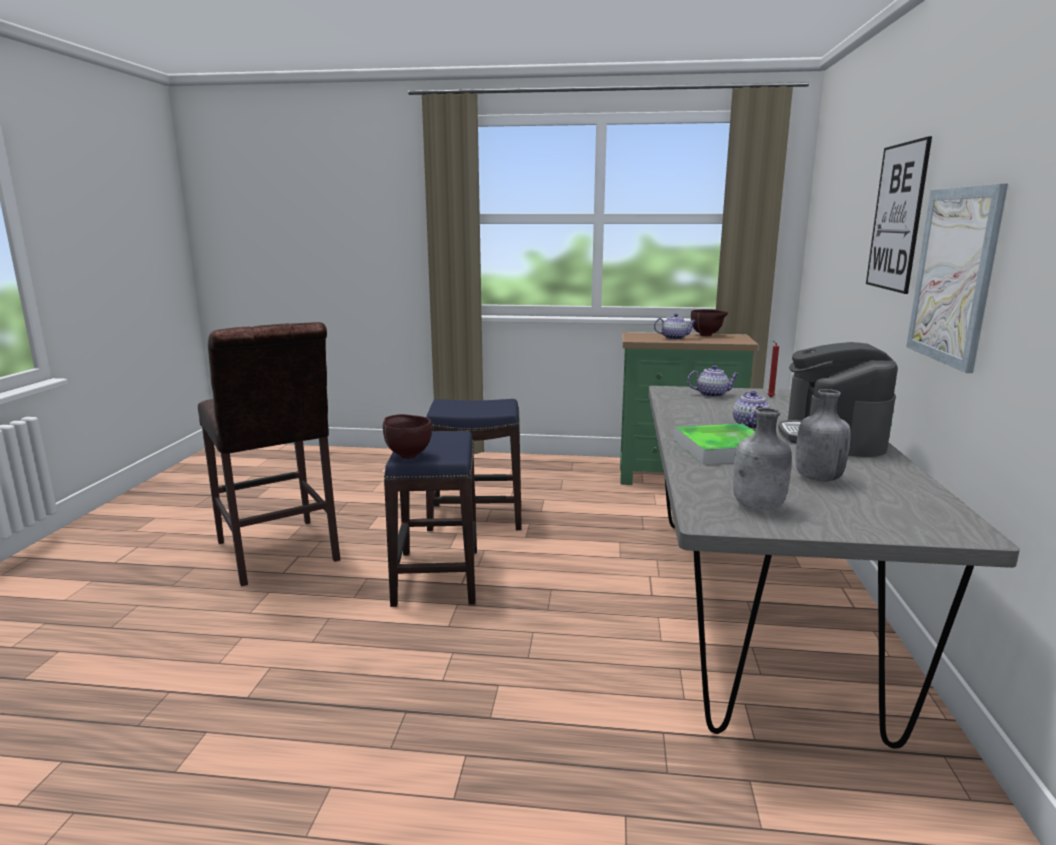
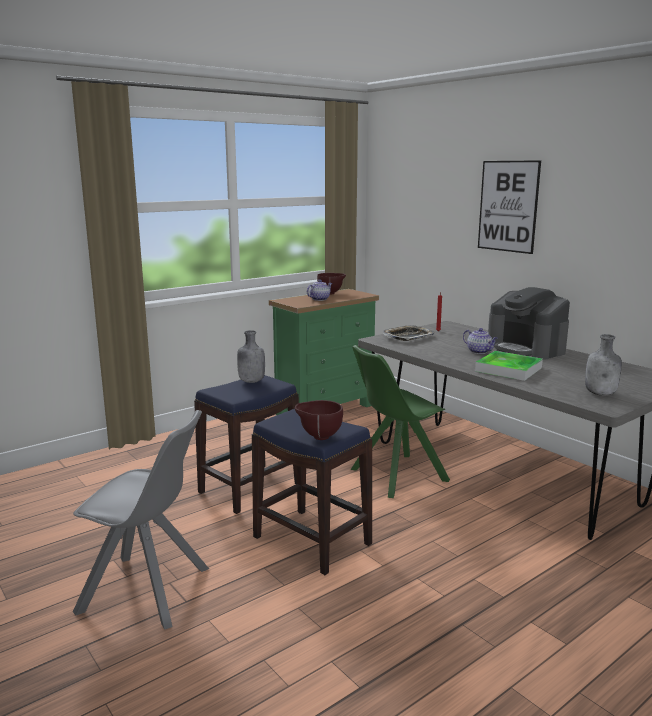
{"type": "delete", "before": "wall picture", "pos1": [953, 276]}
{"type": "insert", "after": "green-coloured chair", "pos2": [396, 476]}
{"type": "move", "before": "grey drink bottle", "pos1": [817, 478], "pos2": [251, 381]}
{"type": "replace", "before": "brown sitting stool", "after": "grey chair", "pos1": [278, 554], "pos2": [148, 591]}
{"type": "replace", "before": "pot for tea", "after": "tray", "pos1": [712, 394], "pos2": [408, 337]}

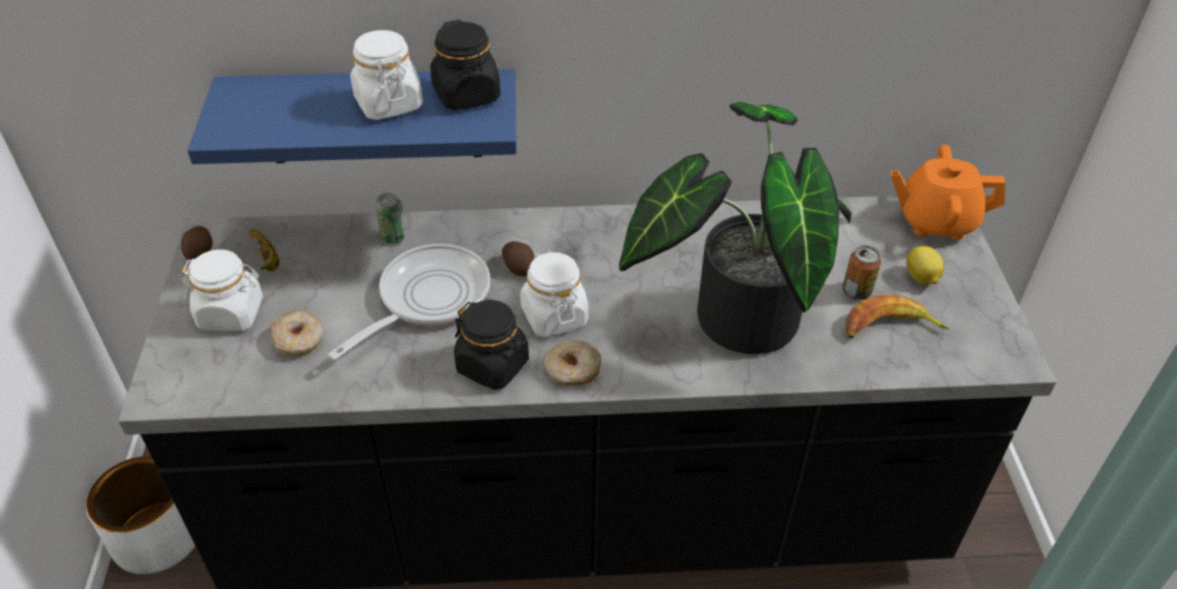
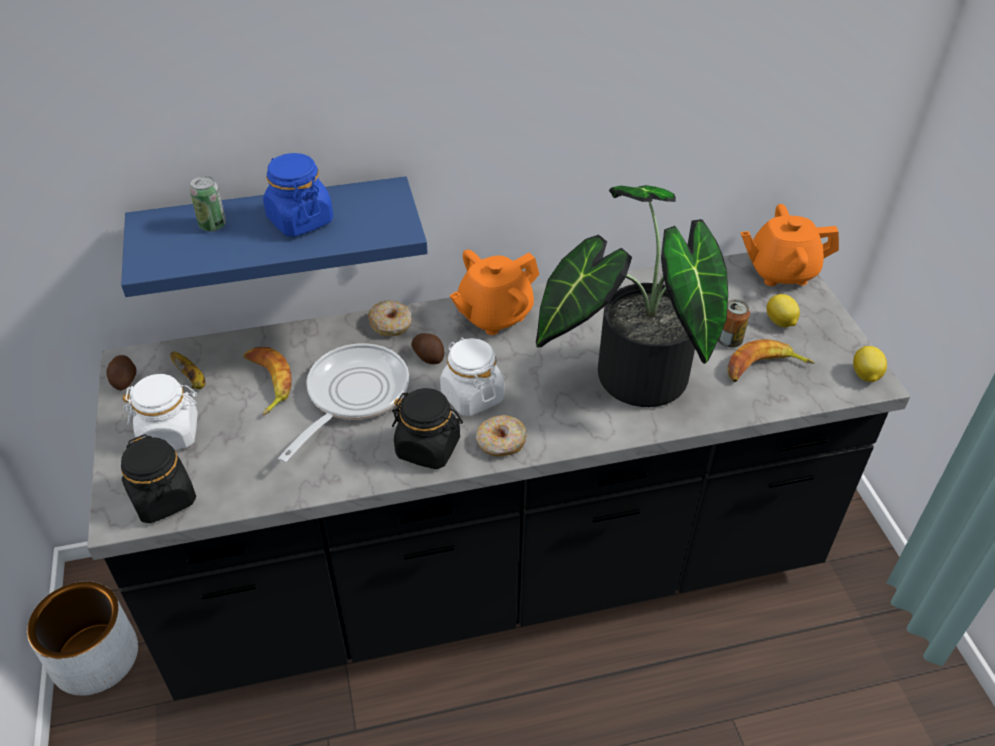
{"type": "insert", "after": "whole banana", "pos2": [267, 383]}
{"type": "insert", "after": "orange-coloured pot for tea", "pos2": [494, 315]}
{"type": "insert", "after": "citrus fruit", "pos2": [865, 376]}
{"type": "move", "before": "ring doughnut", "pos1": [299, 340], "pos2": [391, 324]}
{"type": "move", "before": "metal can", "pos1": [394, 237], "pos2": [213, 225]}
{"type": "move", "before": "blackish jar", "pos1": [467, 95], "pos2": [163, 498]}
{"type": "recolor", "before": "whitish jar", "after": "bluish jar", "pos1": [388, 103], "pos2": [300, 220]}

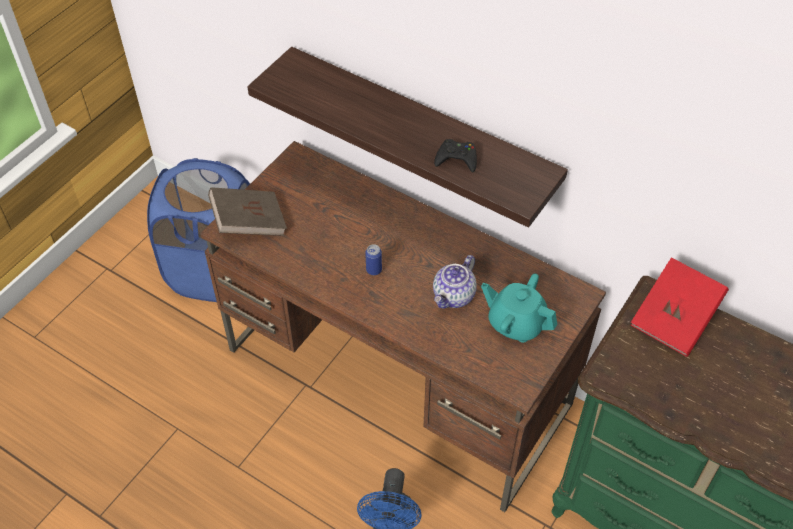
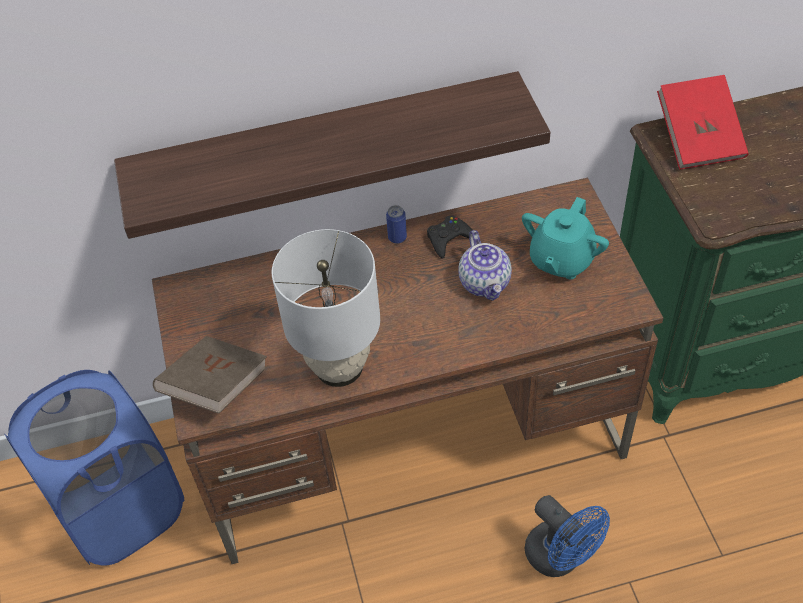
{"type": "insert", "after": "whitish table lamp", "pos2": [339, 367]}
{"type": "move", "before": "metal can", "pos1": [374, 270], "pos2": [397, 237]}
{"type": "move", "before": "blackish joypad", "pos1": [457, 159], "pos2": [449, 239]}
{"type": "rotate", "before": "blue-green pot for tea", "pos1": [516, 323], "pos2": [561, 260], "turn": -45}

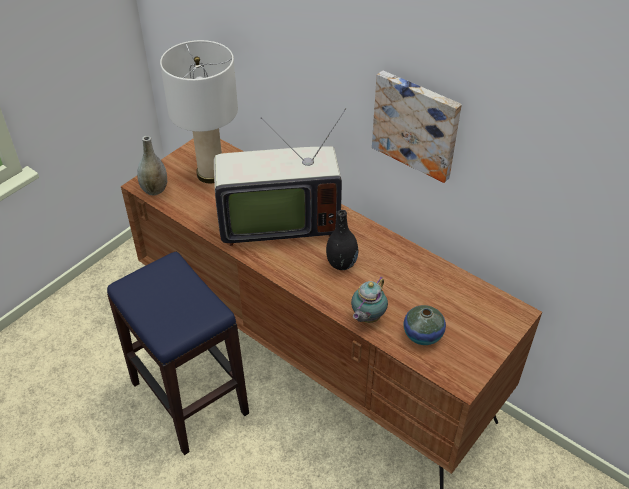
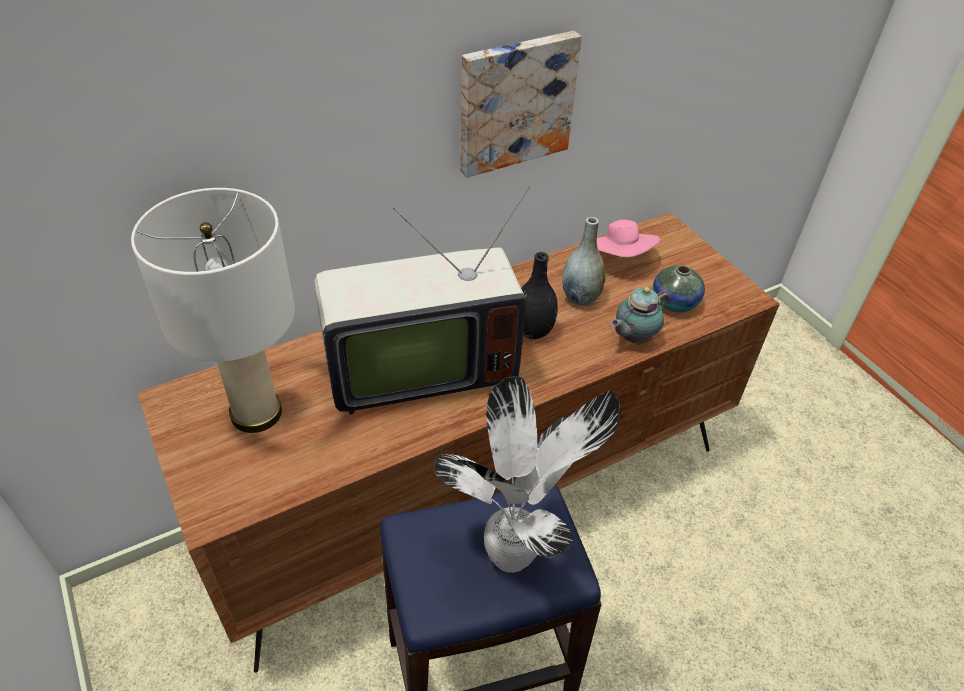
{"type": "insert", "after": "houseplant", "pos2": [515, 556]}
{"type": "insert", "after": "pink wearable hat", "pos2": [619, 258]}
{"type": "move", "before": "grey vase", "pos1": [155, 190], "pos2": [580, 298]}
{"type": "rotate", "before": "television", "pos1": [276, 222], "pos2": [417, 369], "turn": 60}
{"type": "rotate", "before": "pot for tea", "pos1": [367, 318], "pos2": [633, 338], "turn": 90}

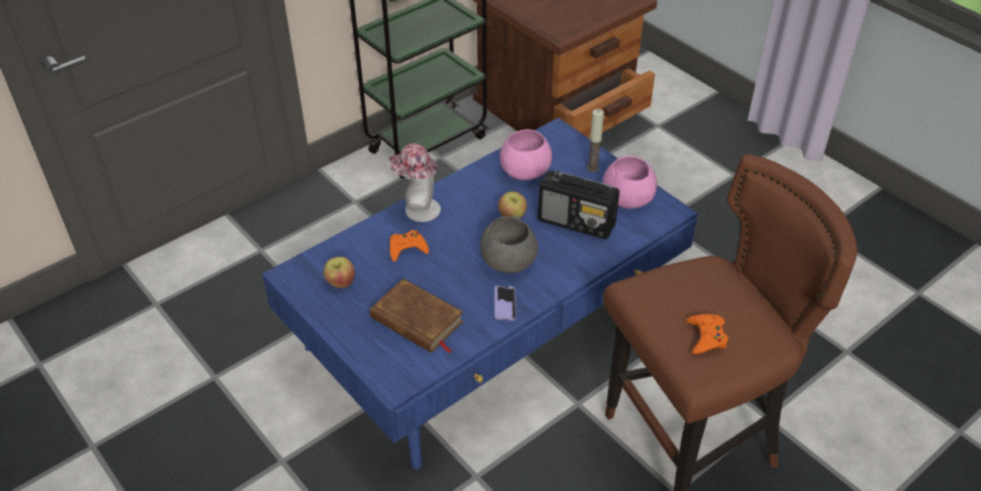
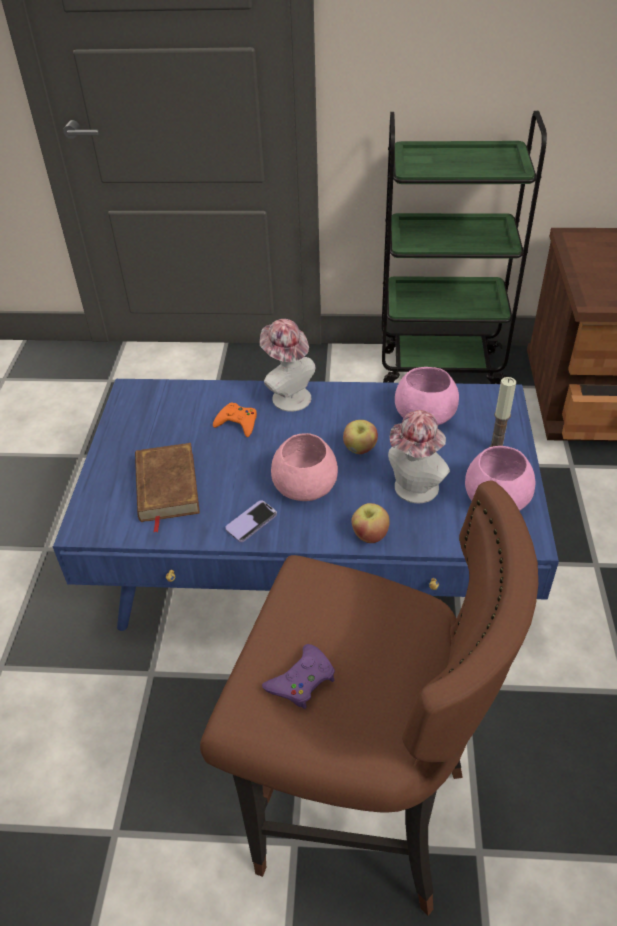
{"type": "move", "before": "whole apple", "pos1": [340, 282], "pos2": [369, 535]}
{"type": "replace", "before": "radio set", "after": "wearable hat", "pos1": [577, 222], "pos2": [413, 491]}
{"type": "recolor", "before": "grey serving bowl", "after": "pink serving bowl", "pos1": [507, 260], "pos2": [305, 485]}
{"type": "recolor", "before": "orange-coloured joypad", "after": "purplish joypad", "pos1": [706, 337], "pos2": [302, 680]}

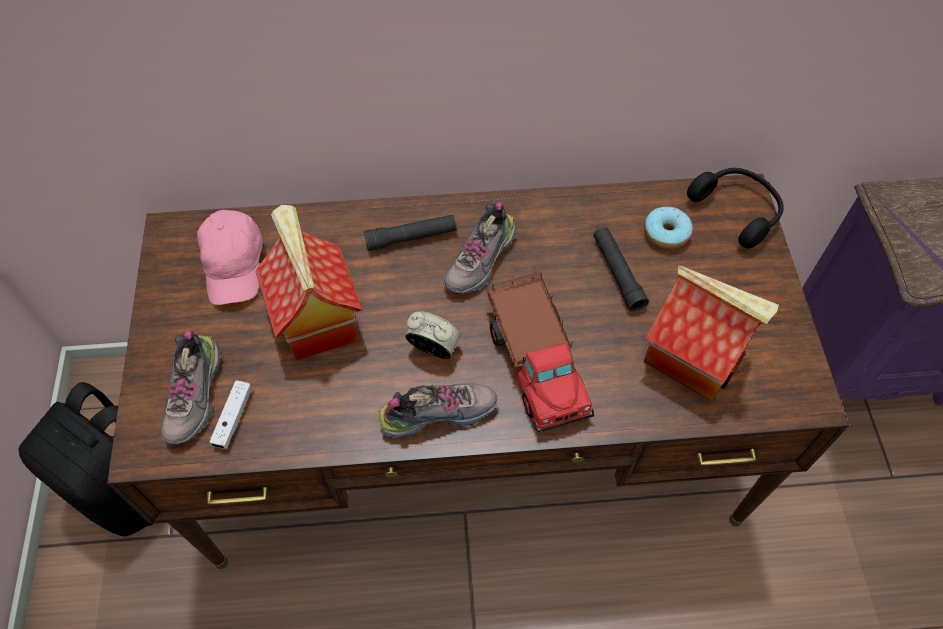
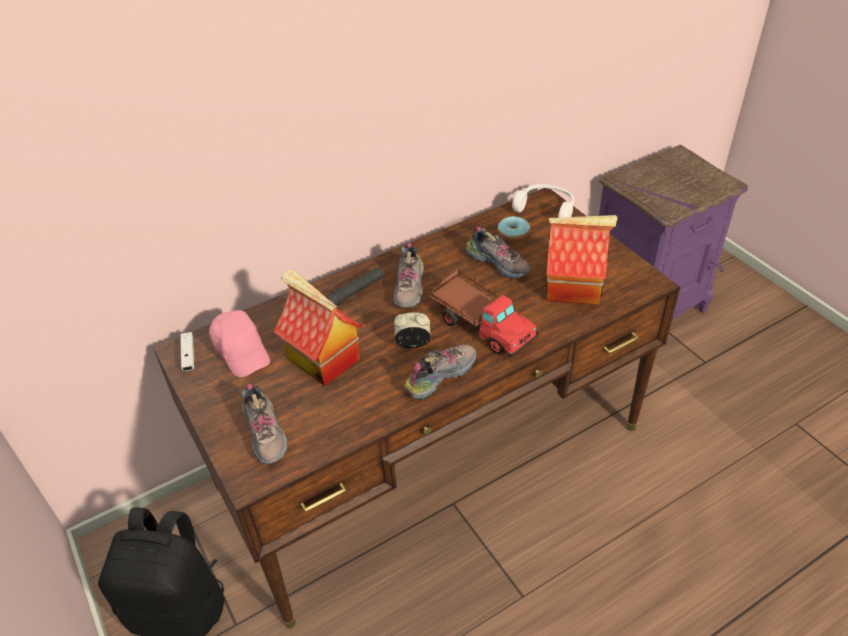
{"type": "move", "before": "whitish joypad", "pos1": [233, 418], "pos2": [188, 356]}
{"type": "replace", "before": "blackish flashlight", "after": "low shoe", "pos1": [617, 273], "pos2": [499, 263]}
{"type": "recolor", "before": "blackish headphones", "after": "whitish headphones", "pos1": [737, 210], "pos2": [546, 208]}

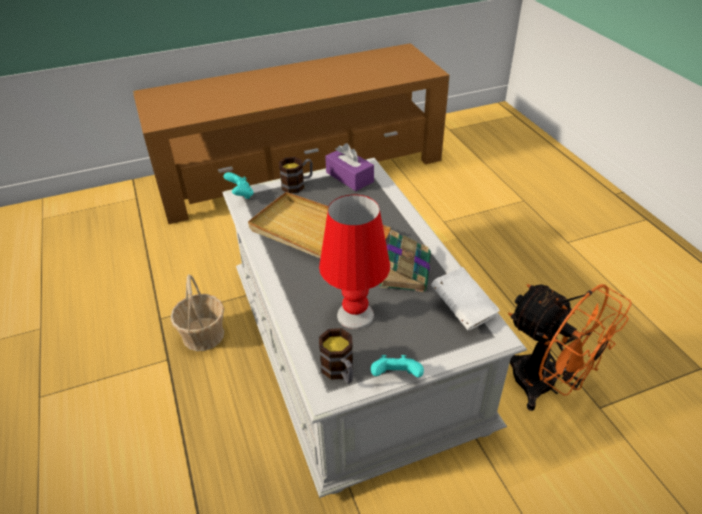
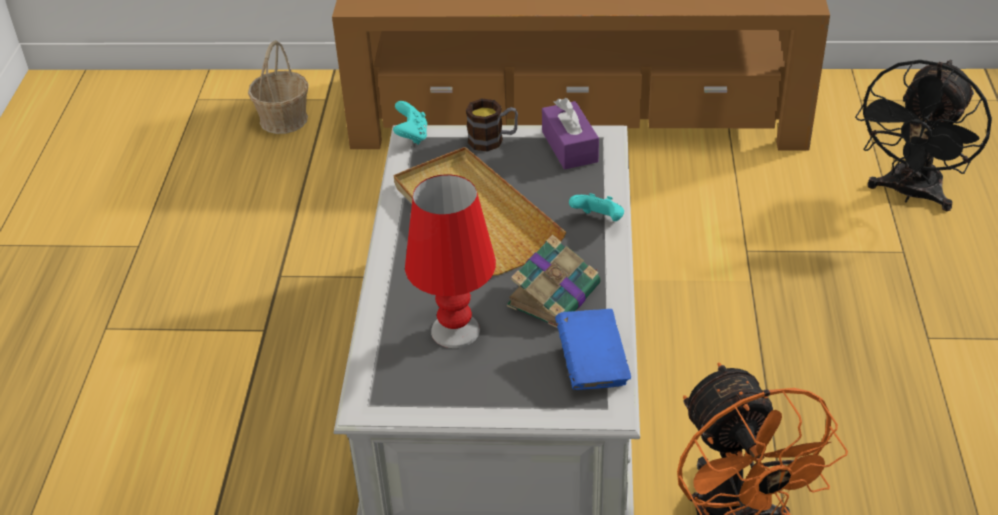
{"type": "delete", "before": "mug", "pos1": [340, 371]}
{"type": "insert", "after": "blackish fan", "pos2": [910, 194]}
{"type": "move", "before": "storage basket", "pos1": [203, 334], "pos2": [284, 119]}
{"type": "move", "before": "blue-green joypad", "pos1": [396, 377], "pos2": [599, 221]}
{"type": "recolor", "before": "whitish bound book", "after": "bluish bound book", "pos1": [463, 309], "pos2": [592, 364]}

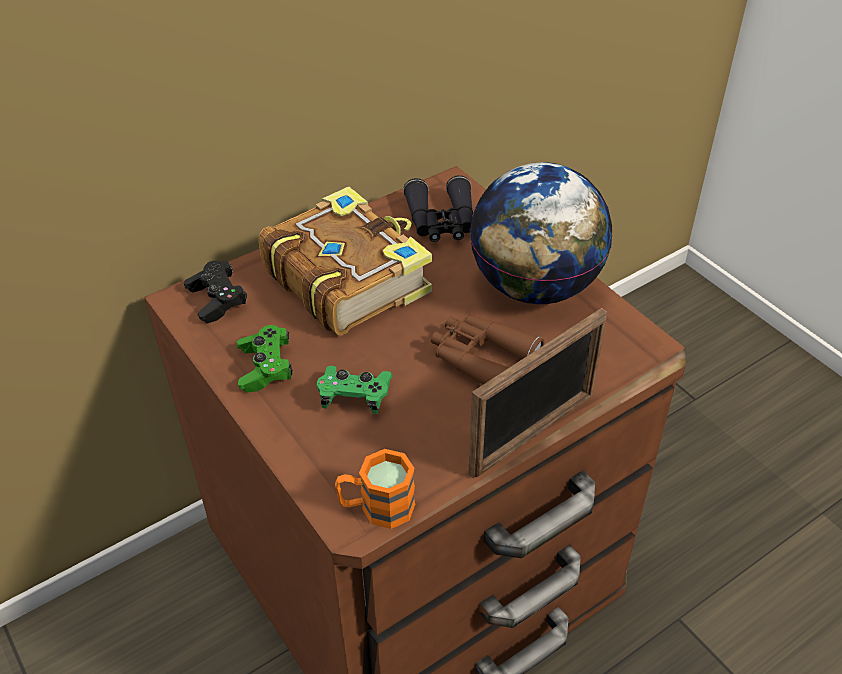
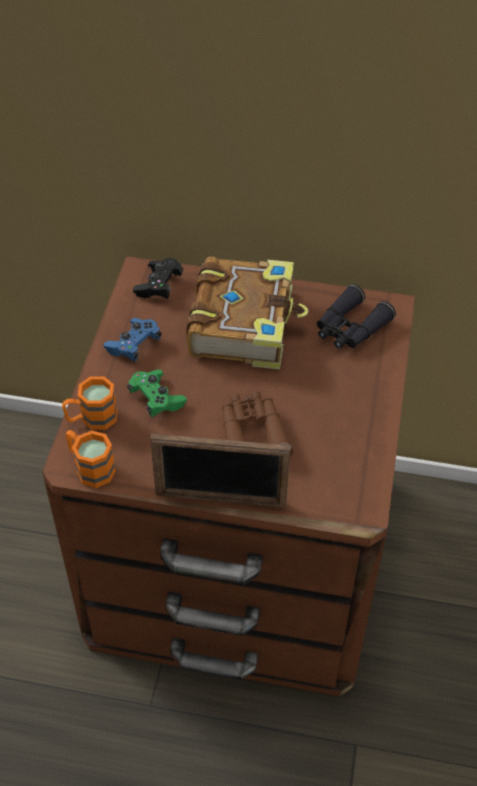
{"type": "delete", "before": "world globe", "pos1": [534, 286]}
{"type": "insert", "after": "orange-coloured mug", "pos2": [92, 418]}
{"type": "recolor", "before": "green-coloured joypad", "after": "bluish joypad", "pos1": [265, 368], "pos2": [134, 345]}

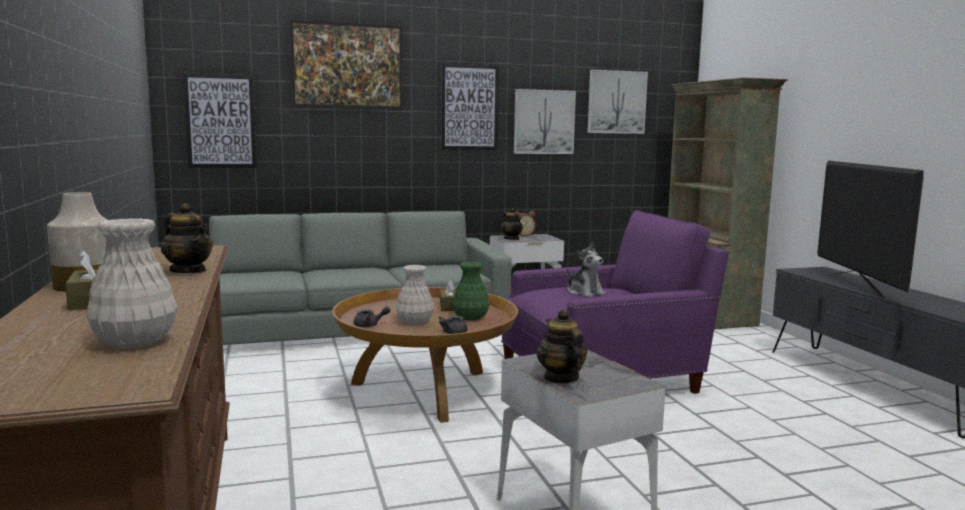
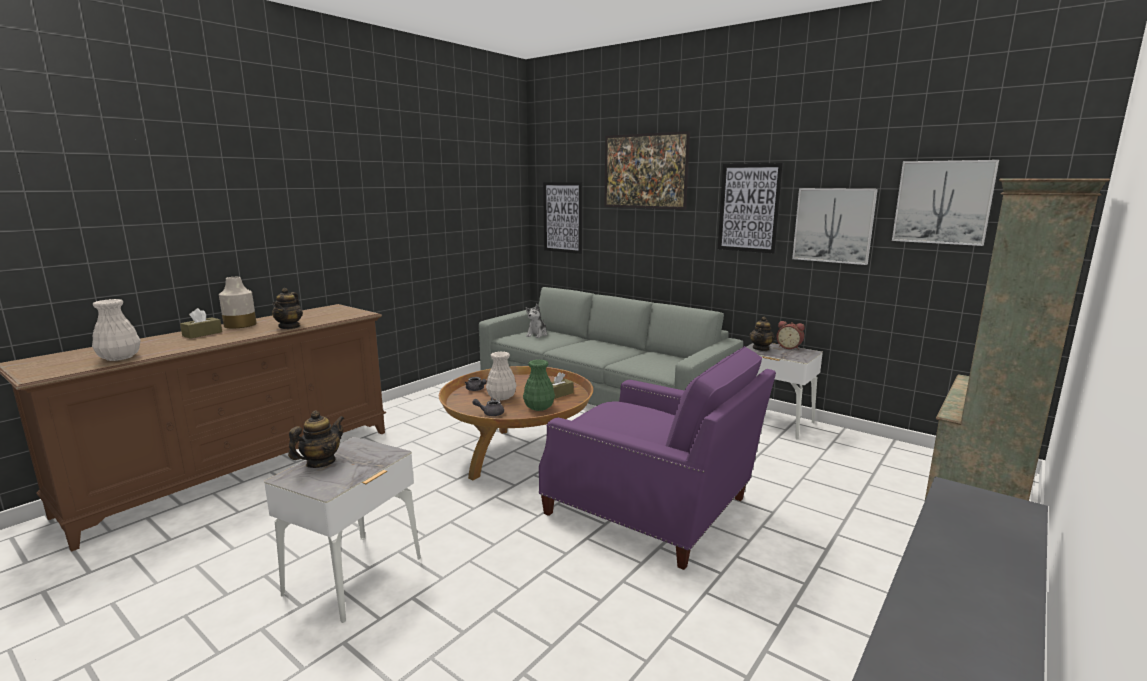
{"type": "delete", "before": "television", "pos1": [857, 285]}
{"type": "move", "before": "soft toy", "pos1": [584, 292], "pos2": [537, 334]}

